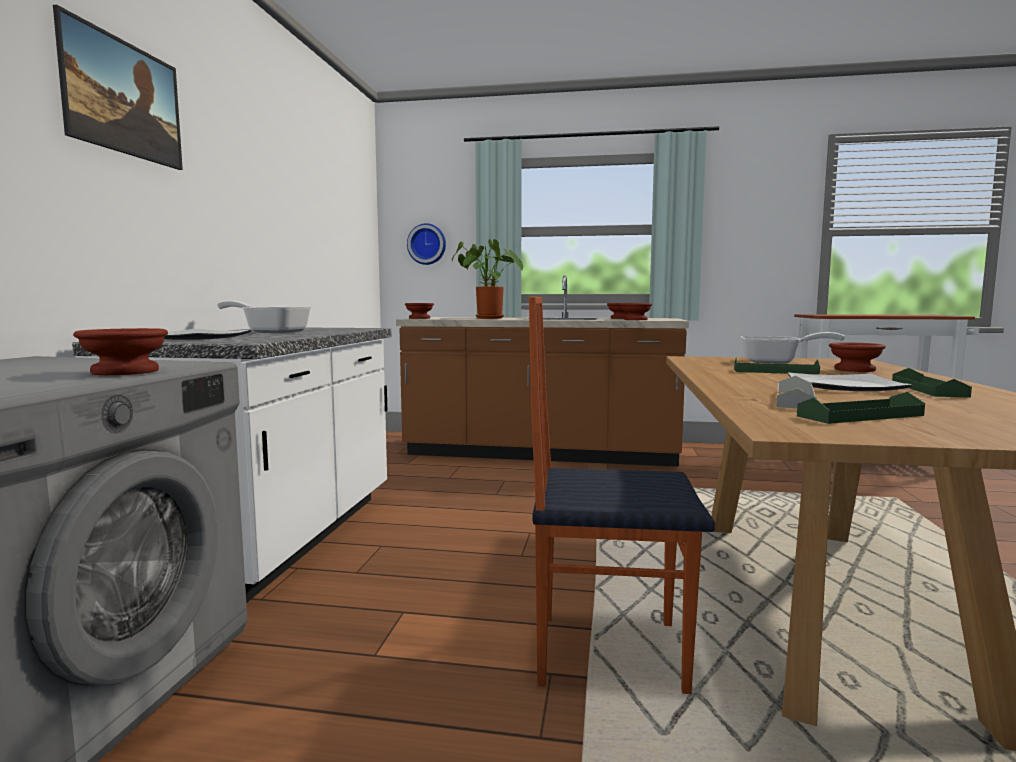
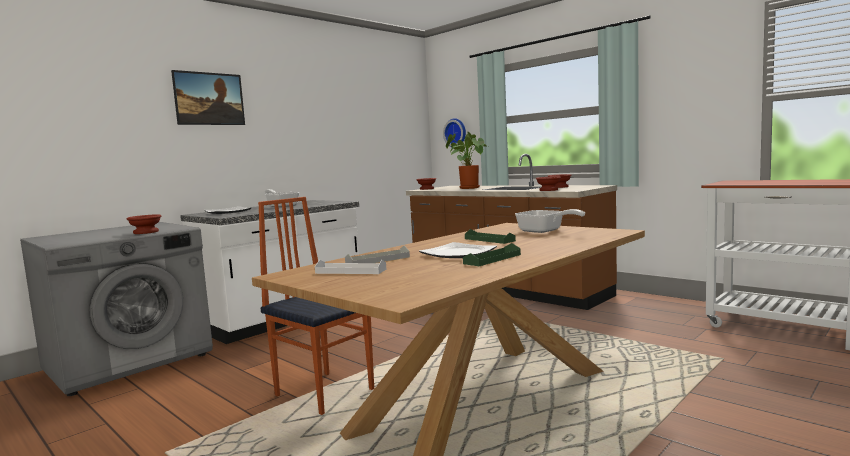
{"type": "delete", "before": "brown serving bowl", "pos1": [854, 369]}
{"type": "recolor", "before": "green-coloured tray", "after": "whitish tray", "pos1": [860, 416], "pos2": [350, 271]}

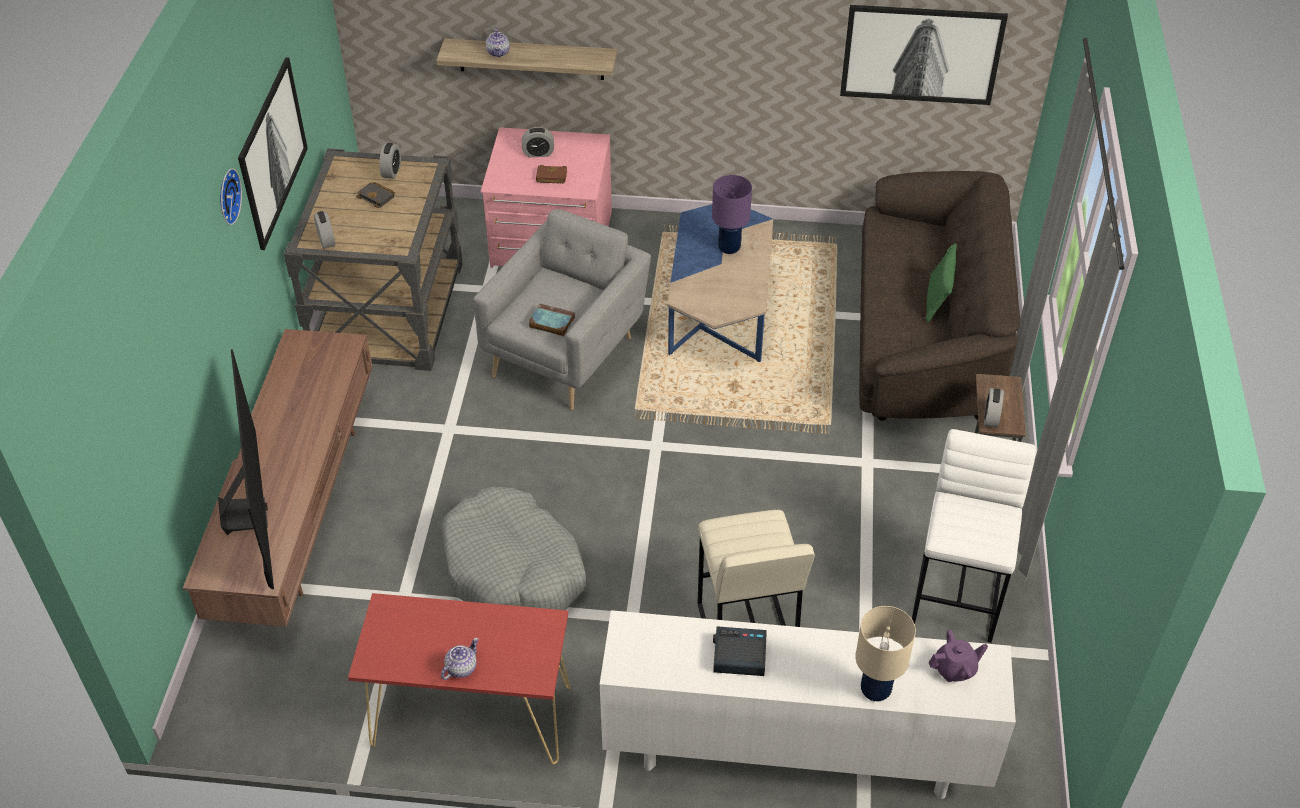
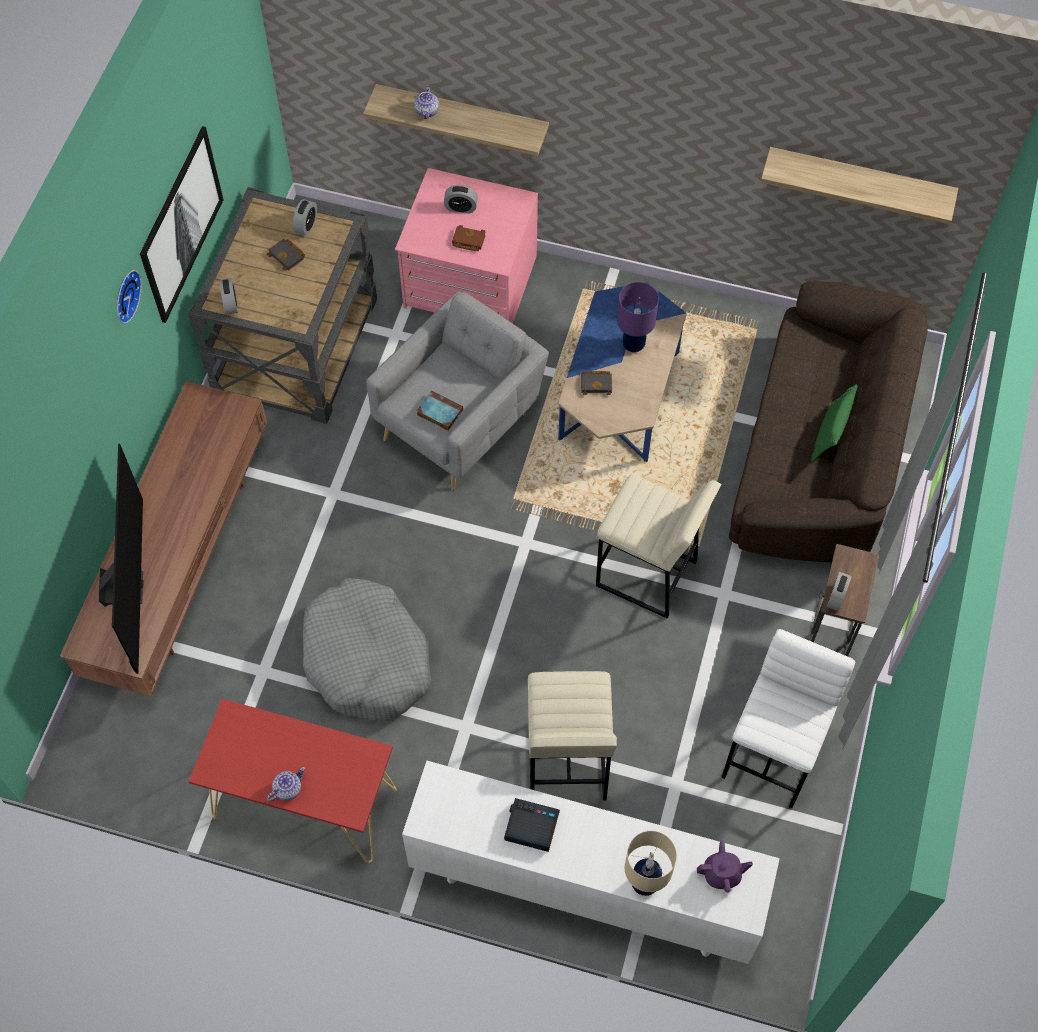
{"type": "insert", "after": "blackish bound book", "pos2": [597, 383]}
{"type": "insert", "after": "beige-coloured sitting stool", "pos2": [649, 575]}
{"type": "replace", "before": "wall picture", "after": "shelf", "pos1": [921, 54], "pos2": [859, 180]}

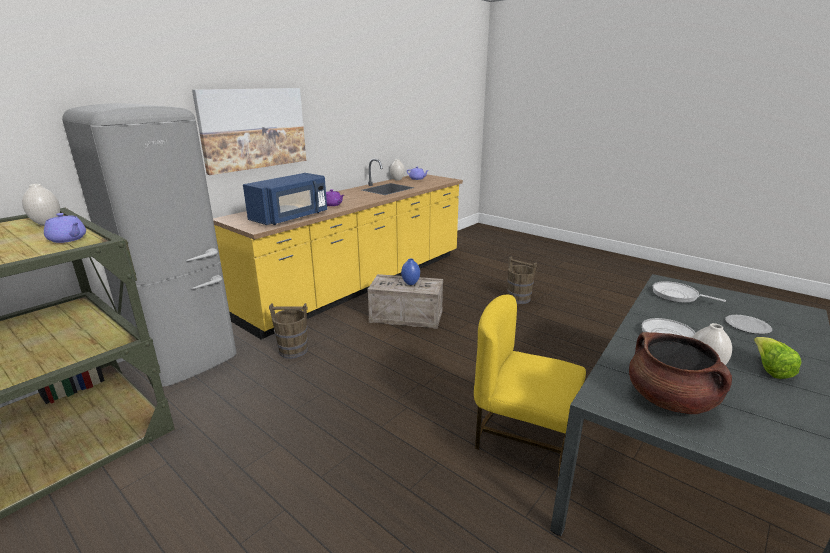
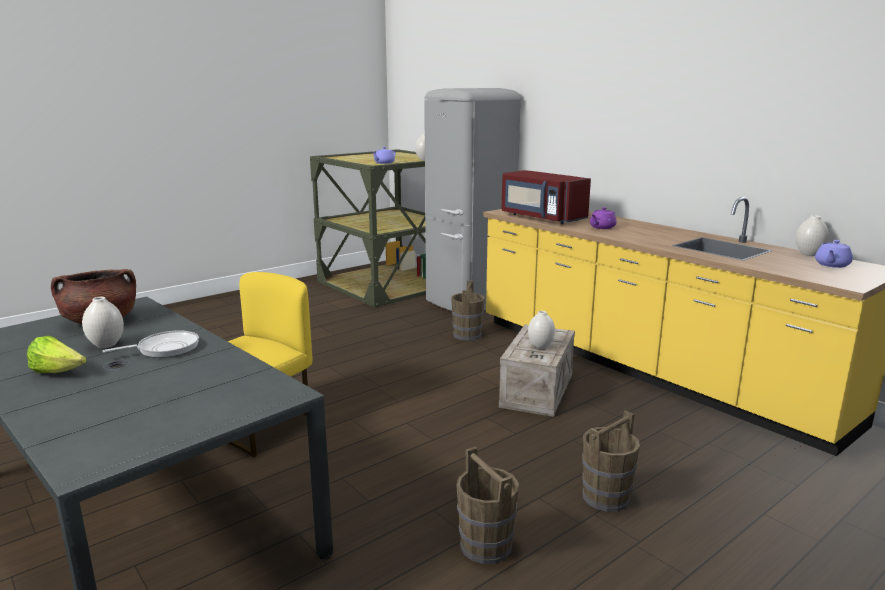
{"type": "delete", "before": "wall picture", "pos1": [253, 129]}
{"type": "delete", "before": "pan", "pos1": [677, 296]}
{"type": "delete", "before": "flat dish", "pos1": [748, 326]}
{"type": "insert", "after": "brown pail", "pos2": [485, 545]}
{"type": "recolor", "before": "bluish microwave oven", "after": "red-coloured microwave oven", "pos1": [291, 217], "pos2": [541, 217]}
{"type": "recolor", "before": "bluish vase", "after": "whitish vase", "pos1": [410, 283], "pos2": [540, 346]}

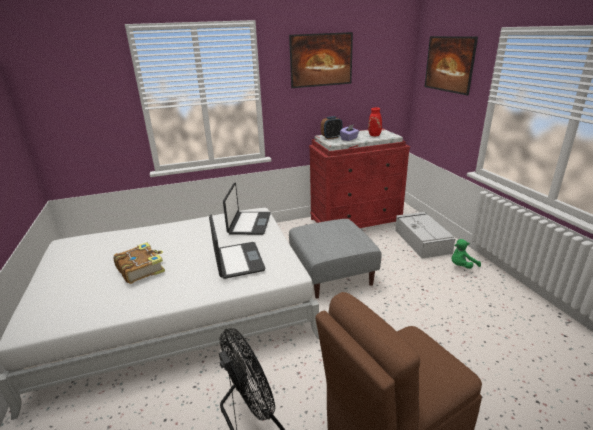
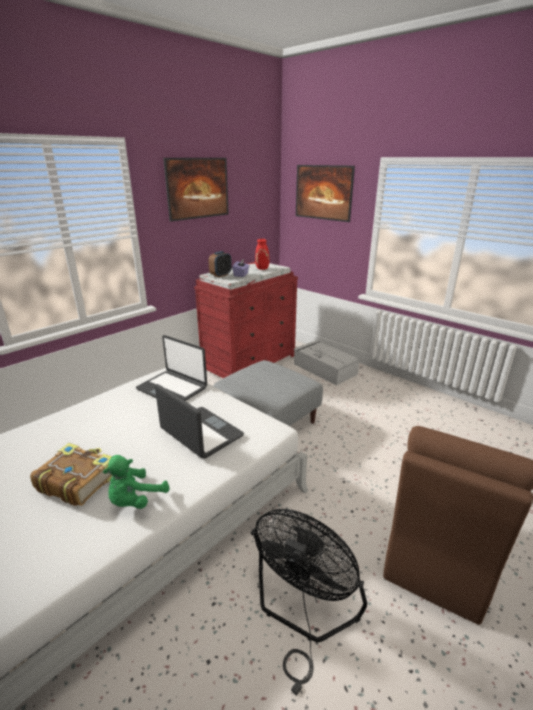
{"type": "move", "before": "green-coloured soft toy", "pos1": [462, 266], "pos2": [135, 500]}
{"type": "rotate", "before": "portable computer", "pos1": [249, 224], "pos2": [172, 388], "turn": 150}

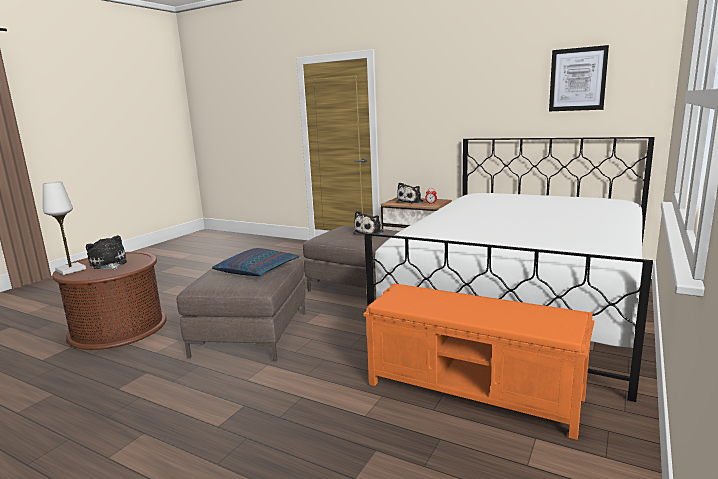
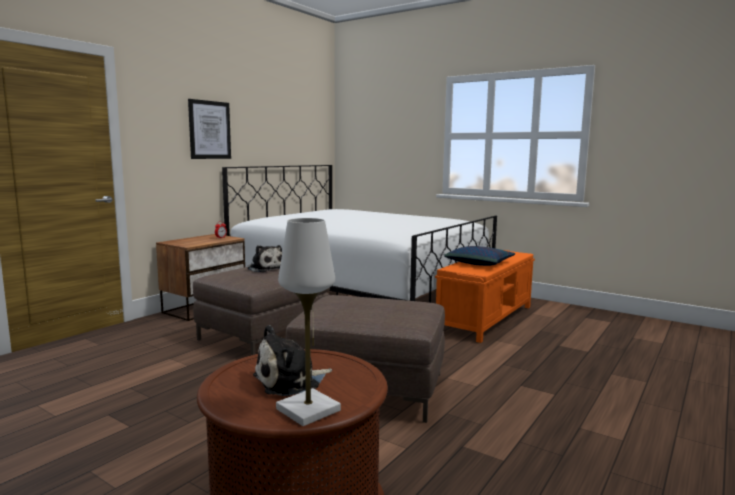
{"type": "delete", "before": "soft toy", "pos1": [411, 201]}
{"type": "move", "before": "bluish throw pillow", "pos1": [257, 271], "pos2": [479, 263]}
{"type": "move", "before": "wall picture", "pos1": [577, 79], "pos2": [209, 130]}

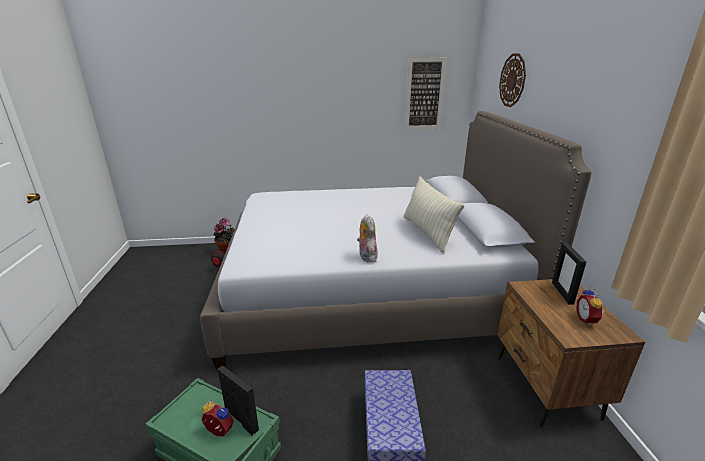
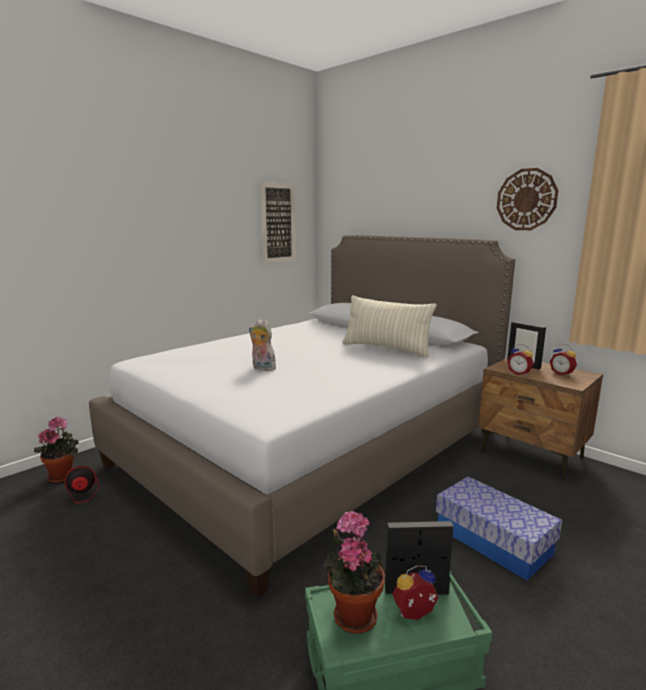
{"type": "insert", "after": "houseplant", "pos2": [353, 613]}
{"type": "insert", "after": "alarm clock", "pos2": [519, 373]}
{"type": "move", "before": "soft toy", "pos1": [366, 257], "pos2": [262, 368]}
{"type": "move", "before": "wall clock", "pos1": [512, 80], "pos2": [526, 199]}

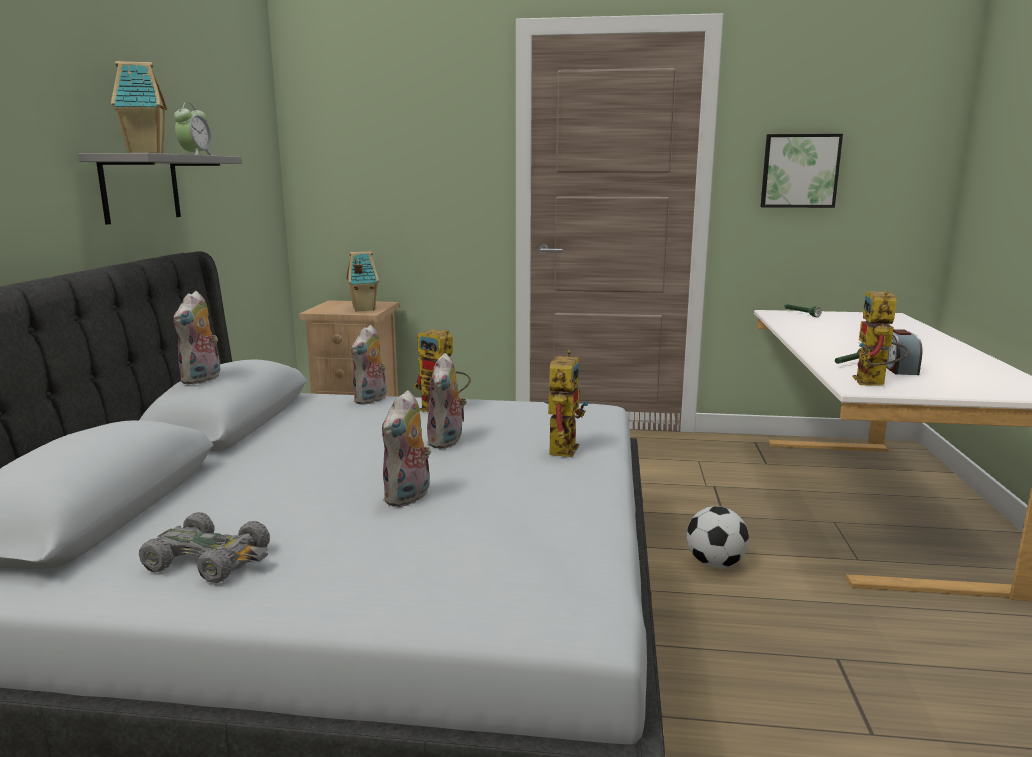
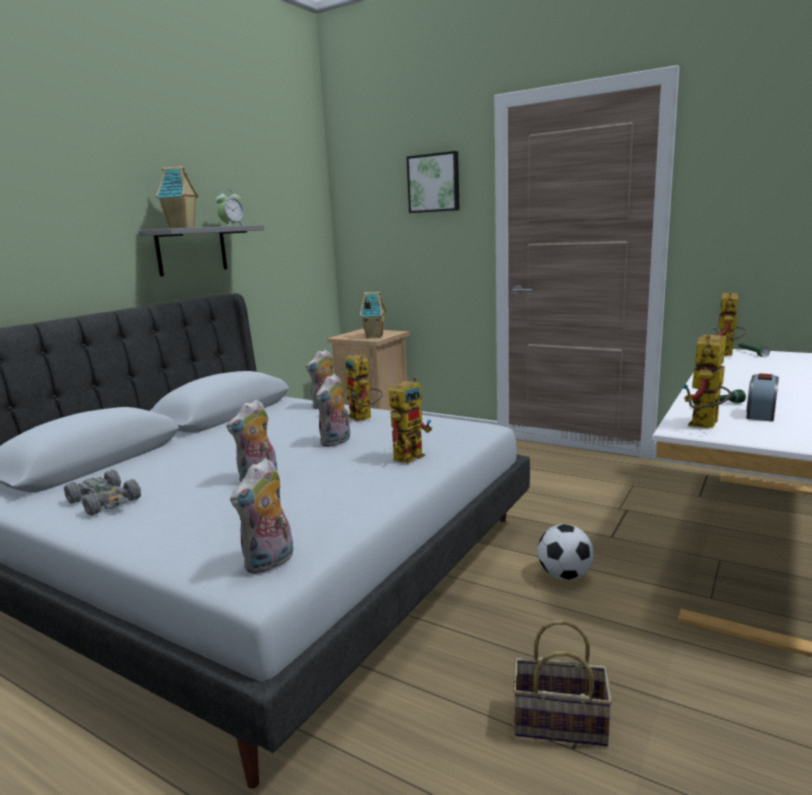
{"type": "insert", "after": "storage basket", "pos2": [557, 724]}
{"type": "insert", "after": "model robot", "pos2": [726, 355]}
{"type": "move", "before": "soft toy", "pos1": [202, 379], "pos2": [270, 563]}
{"type": "move", "before": "wall picture", "pos1": [799, 171], "pos2": [434, 183]}

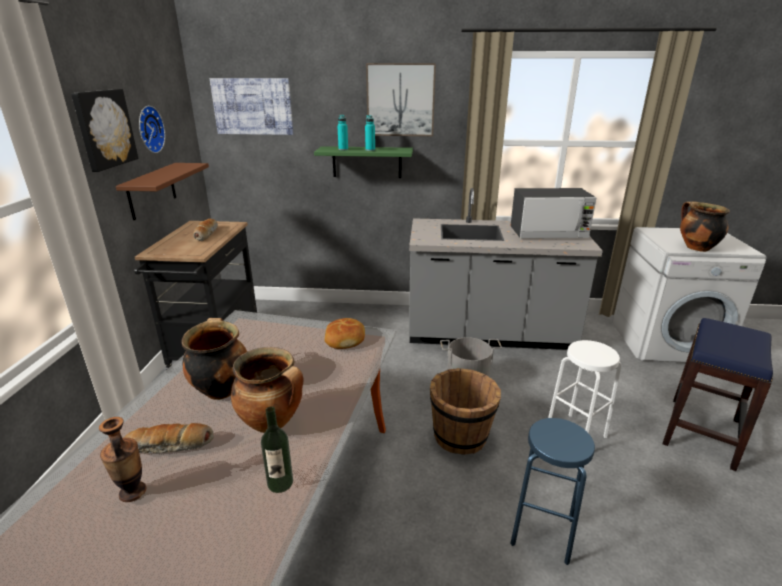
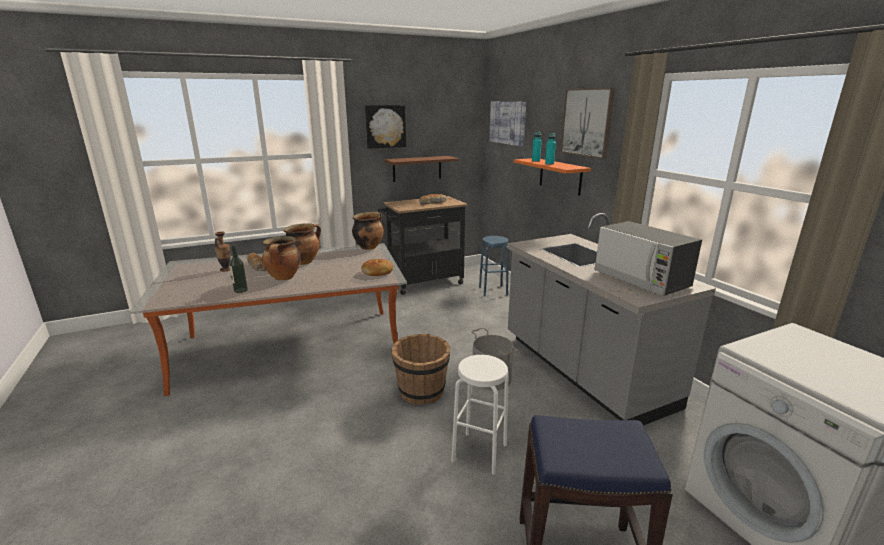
{"type": "delete", "before": "wall clock", "pos1": [148, 129]}
{"type": "move", "before": "bluish sitting stool", "pos1": [542, 531], "pos2": [493, 291]}
{"type": "move", "before": "stockpot", "pos1": [696, 248], "pos2": [369, 247]}
{"type": "recolor", "before": "green-coloured shelf", "after": "orange-coloured shelf", "pos1": [367, 162], "pos2": [560, 176]}

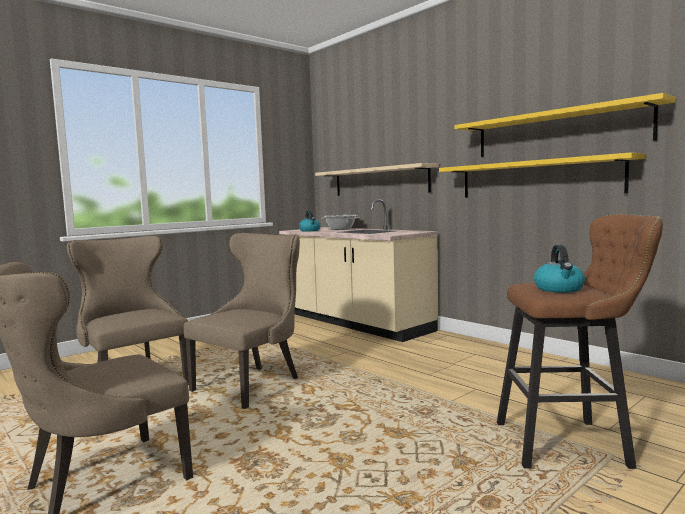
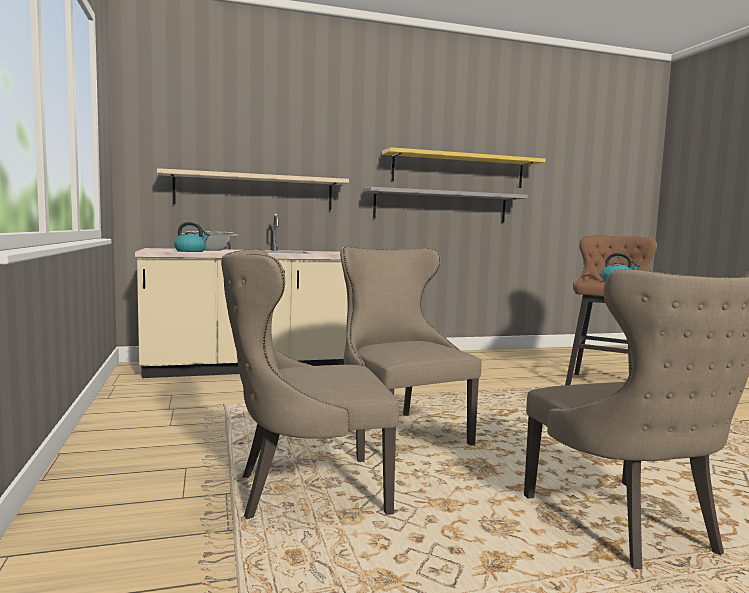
{"type": "recolor", "before": "yellowish shelf", "after": "grey shelf", "pos1": [536, 178], "pos2": [441, 206]}

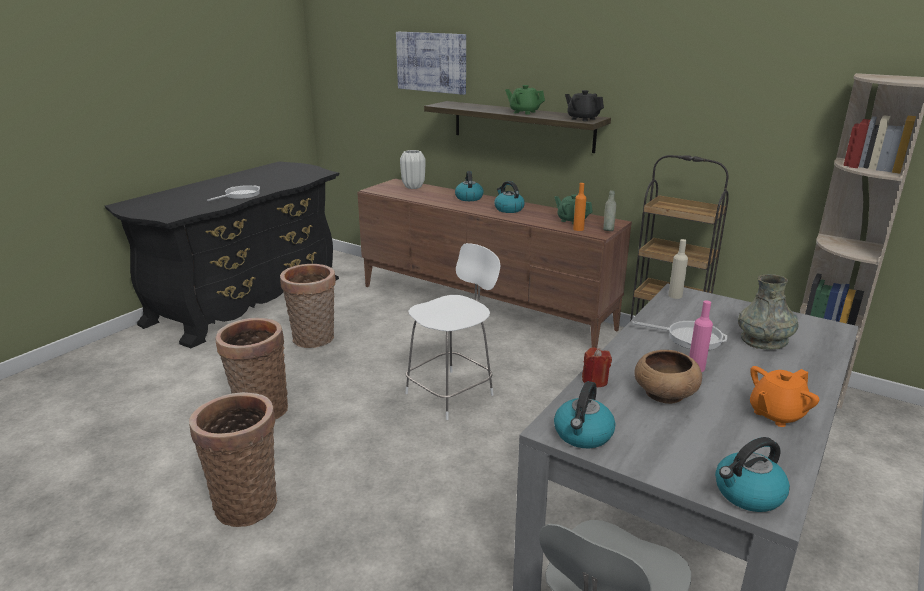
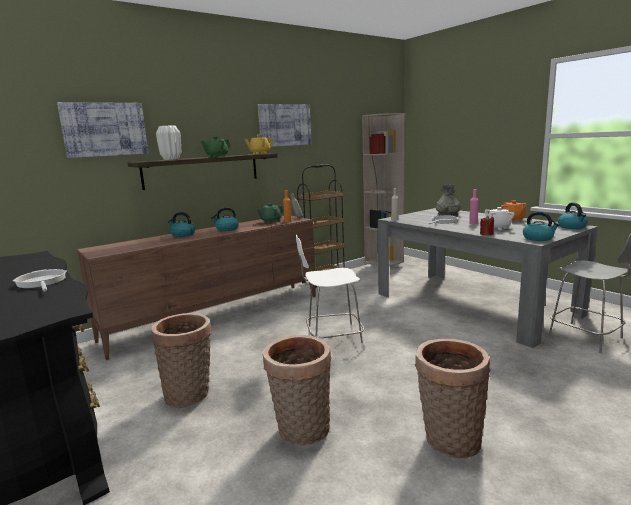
{"type": "insert", "after": "wall picture", "pos2": [284, 125]}
{"type": "move", "before": "whitish vase", "pos1": [413, 187], "pos2": [171, 159]}
{"type": "replace", "before": "brown serving bowl", "after": "whitish pot for tea", "pos1": [664, 394], "pos2": [498, 228]}
{"type": "recolor", "before": "blackish pot for tea", "after": "yellowish pot for tea", "pos1": [582, 119], "pos2": [259, 153]}
{"type": "rotate", "before": "whitish chair", "pos1": [452, 393], "pos2": [332, 341], "turn": -75}

